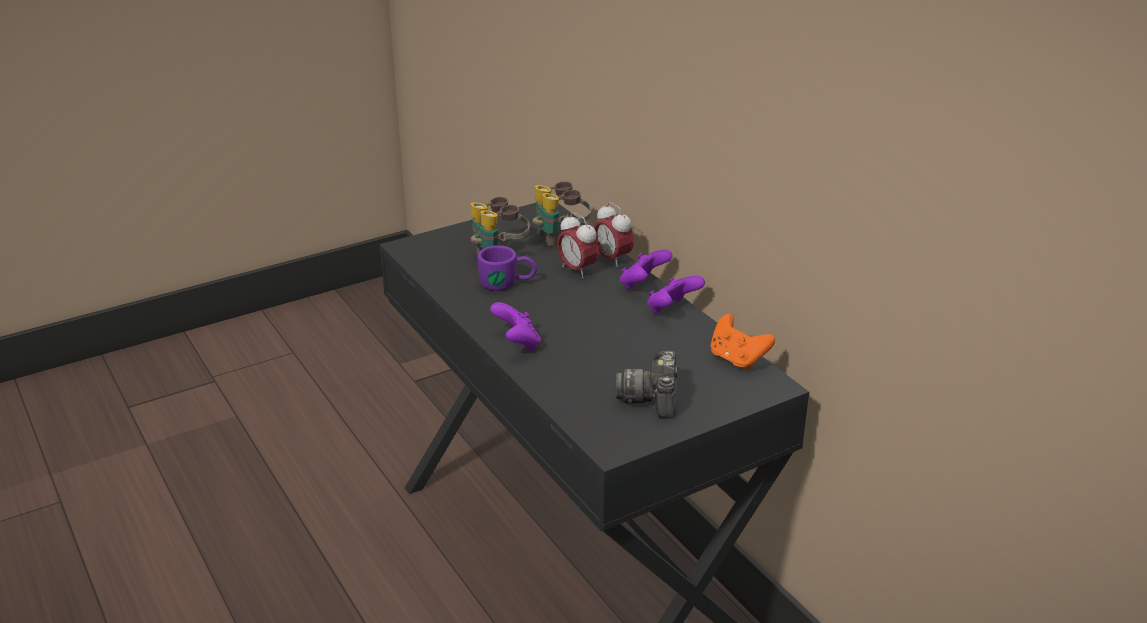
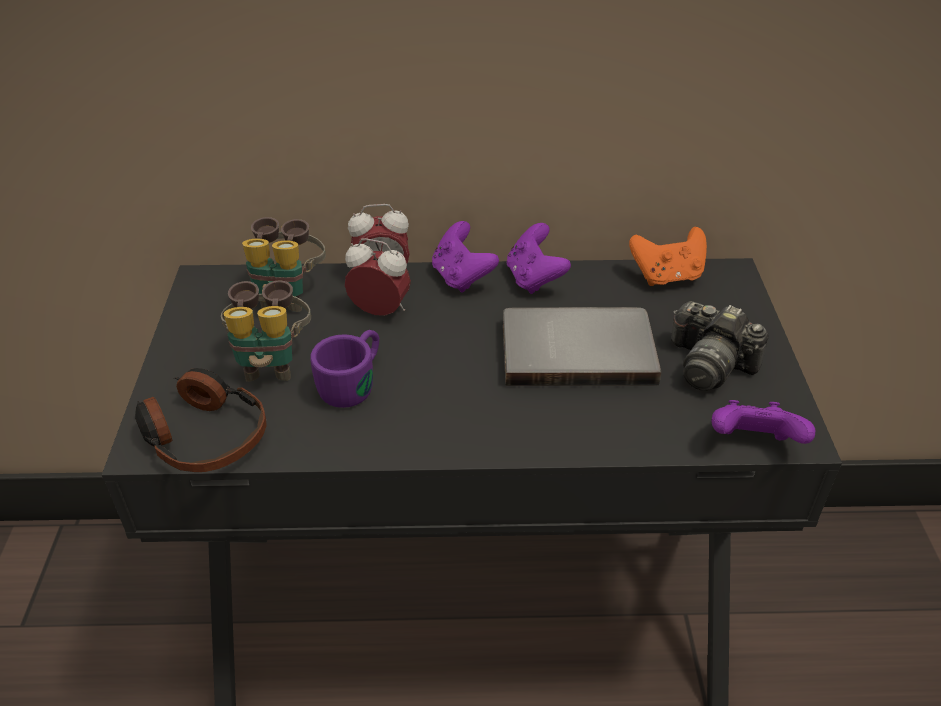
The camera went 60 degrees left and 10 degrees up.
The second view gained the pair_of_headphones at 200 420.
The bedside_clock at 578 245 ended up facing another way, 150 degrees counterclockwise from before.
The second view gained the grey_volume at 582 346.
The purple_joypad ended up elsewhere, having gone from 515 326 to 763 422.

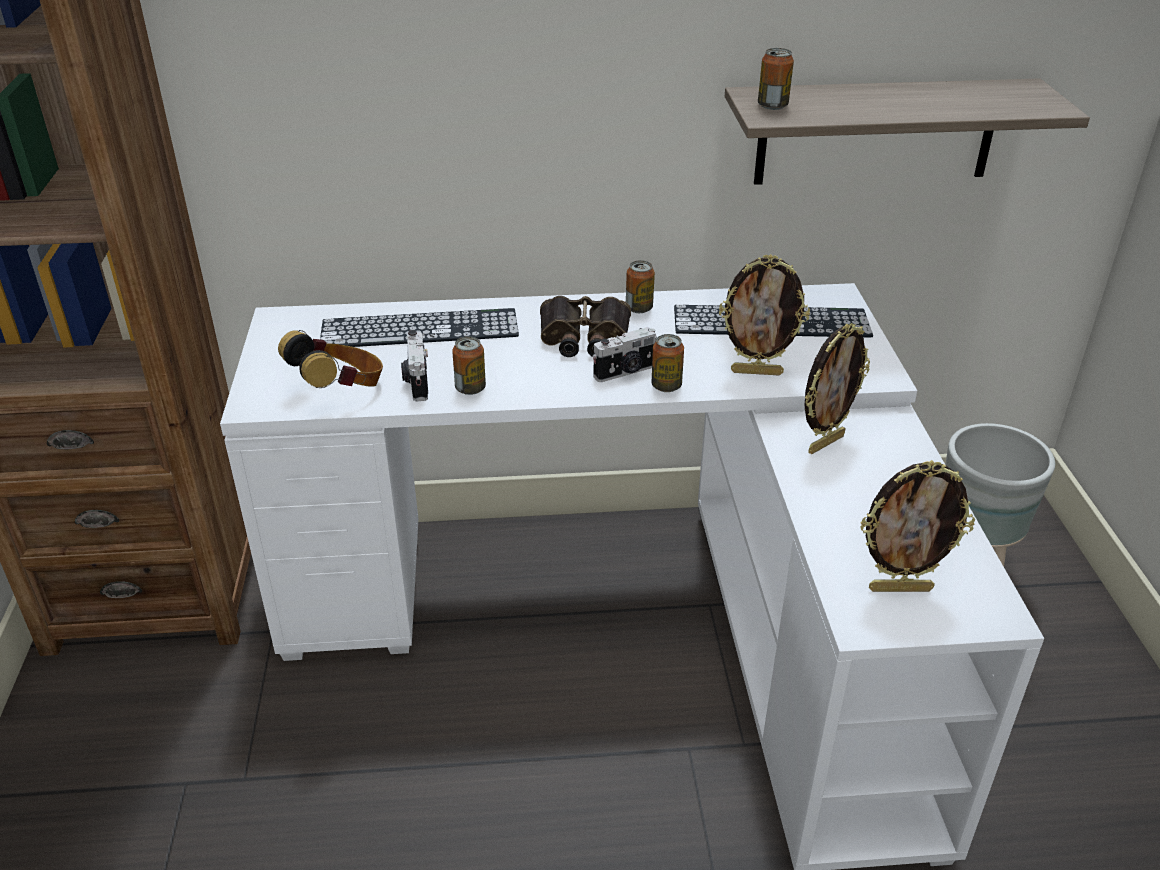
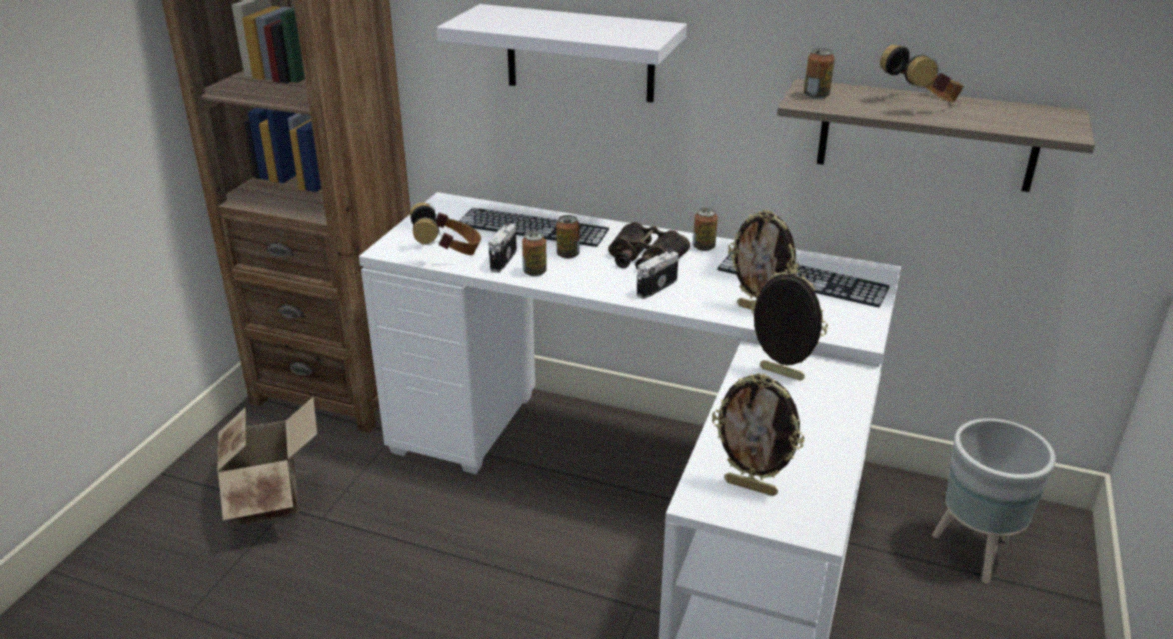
The camera went 25 degrees right and 5 degrees down.
The second view gained the cardboard_box at 267 461.
The second view gained the white_bracket_shelf at 562 53.
The metal_can ended up elsewhere, having gone from 668 363 to 568 237.
The photo_camera at 625 354 ended up facing another way, 135 degrees clockwise from before.
The standing_frame at 837 388 ended up facing another way, 135 degrees counterclockwise from before.
The second view gained the pair_of_headphones at 922 73.

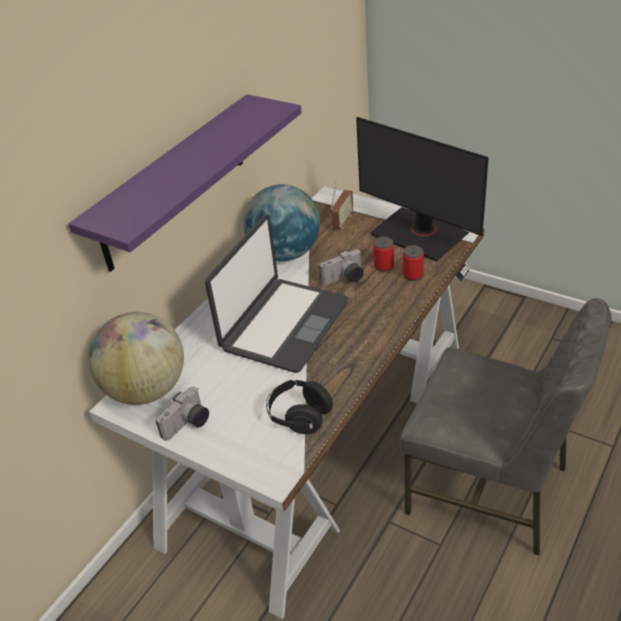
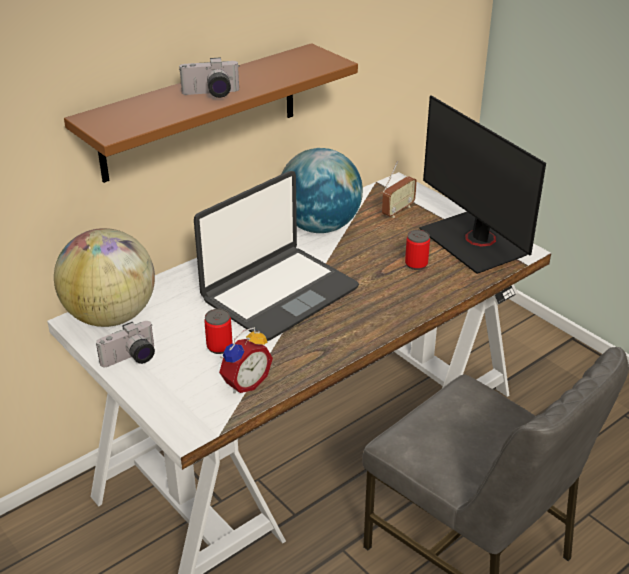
The camera went 15 degrees right and 5 degrees down.
What was the purple_bracket_shelf at 185 183 turned into the brown-coloured_bracket_shelf at 211 113.
The photo_camera ended up elsewhere, having gone from 341 267 to 209 77.
The metal_can ended up elsewhere, having gone from 413 263 to 218 331.
Where the blackish_pair_of_headphones stood at 300 407, the bedside_clock came to stand at 246 360.

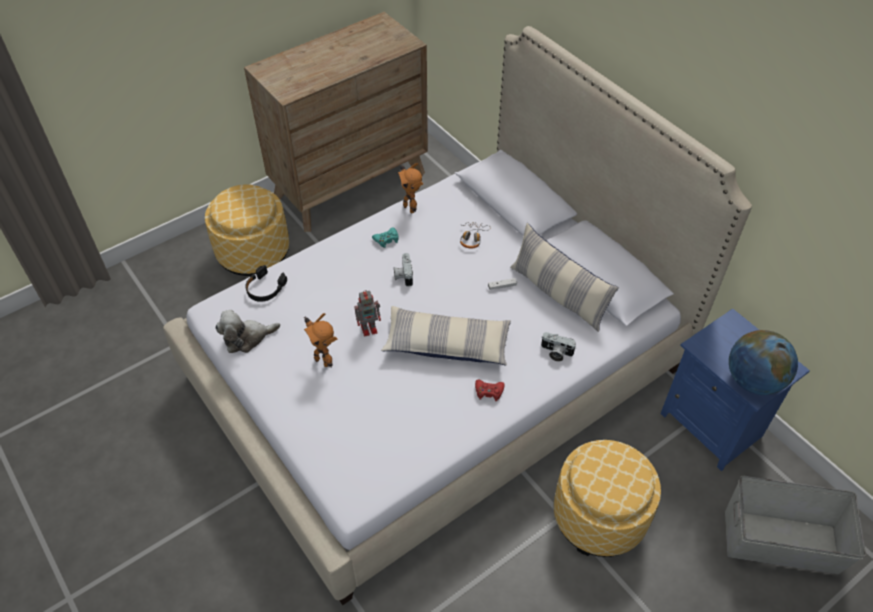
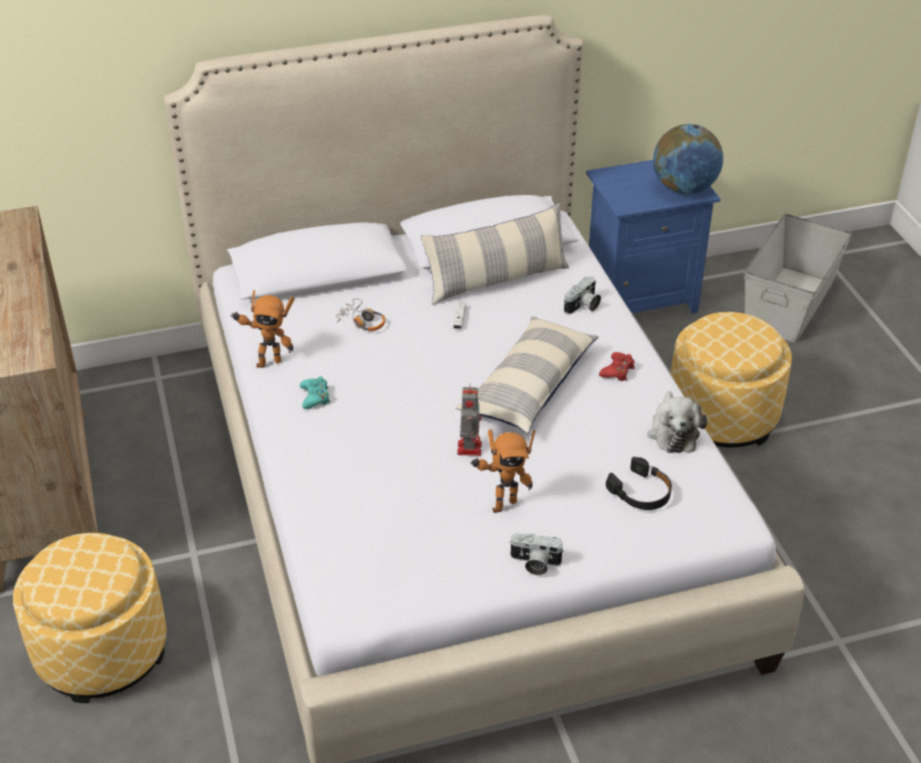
The camera went 70 degrees left and 10 degrees down.
The photo_camera ended up elsewhere, having gone from 403 270 to 536 554.
The blackish_pair_of_headphones ended up elsewhere, having gone from 266 283 to 639 483.
The cuddly_toy ended up elsewhere, having gone from 247 331 to 677 422.

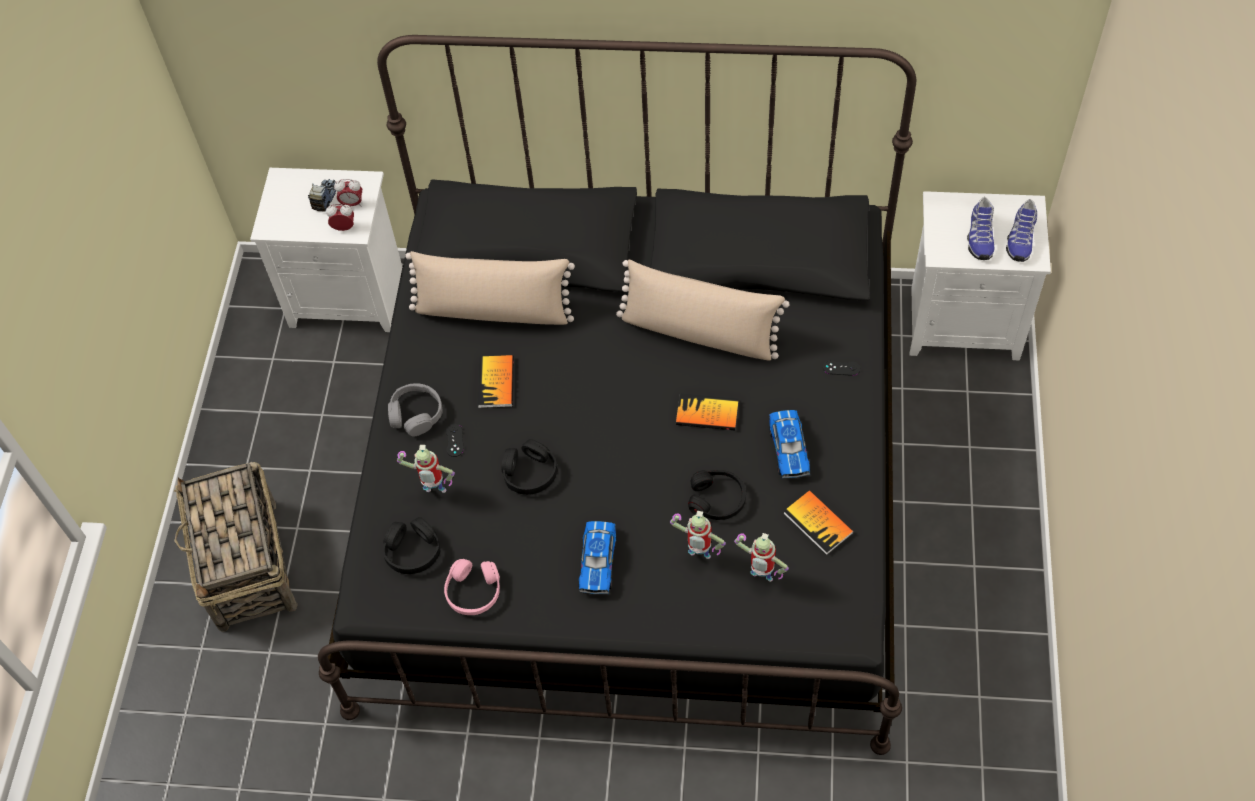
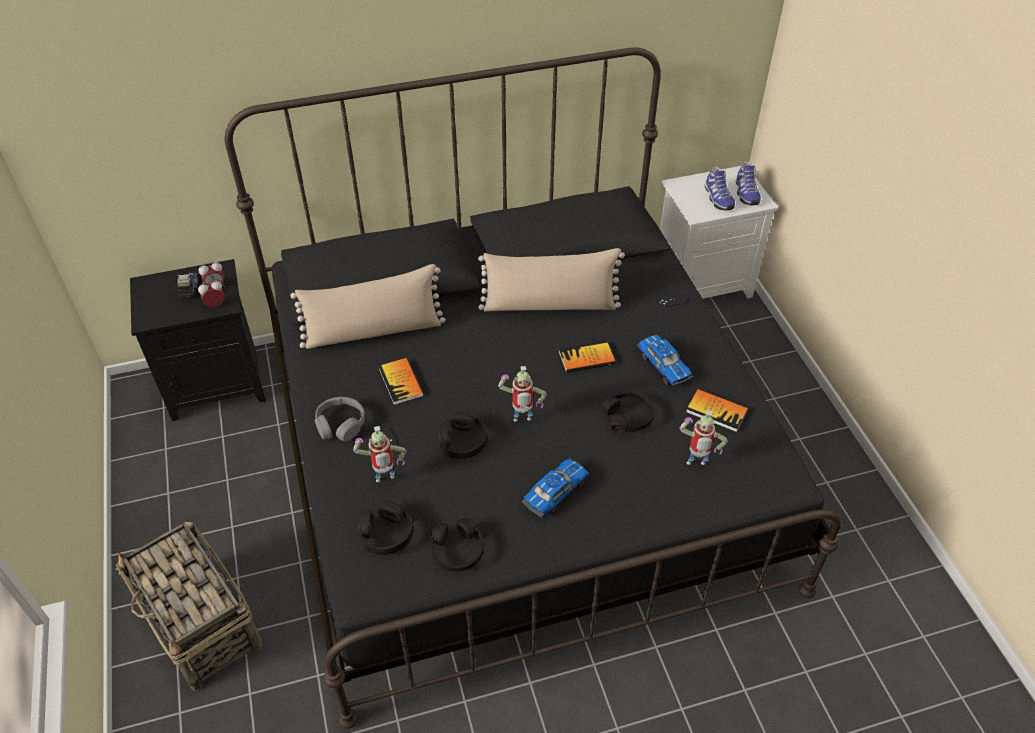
The camera went 25 degrees left and 10 degrees down.
What was the white_bedside_table at 326 250 turned into the blackish_bedside_table at 198 340.
What was the pink_pair_of_headphones at 472 587 turned into the blackish_pair_of_headphones at 457 545.
The robot_figure ended up elsewhere, having gone from 698 535 to 522 394.
The miniature_car at 597 558 ended up facing another way, 120 degrees counterclockwise from before.

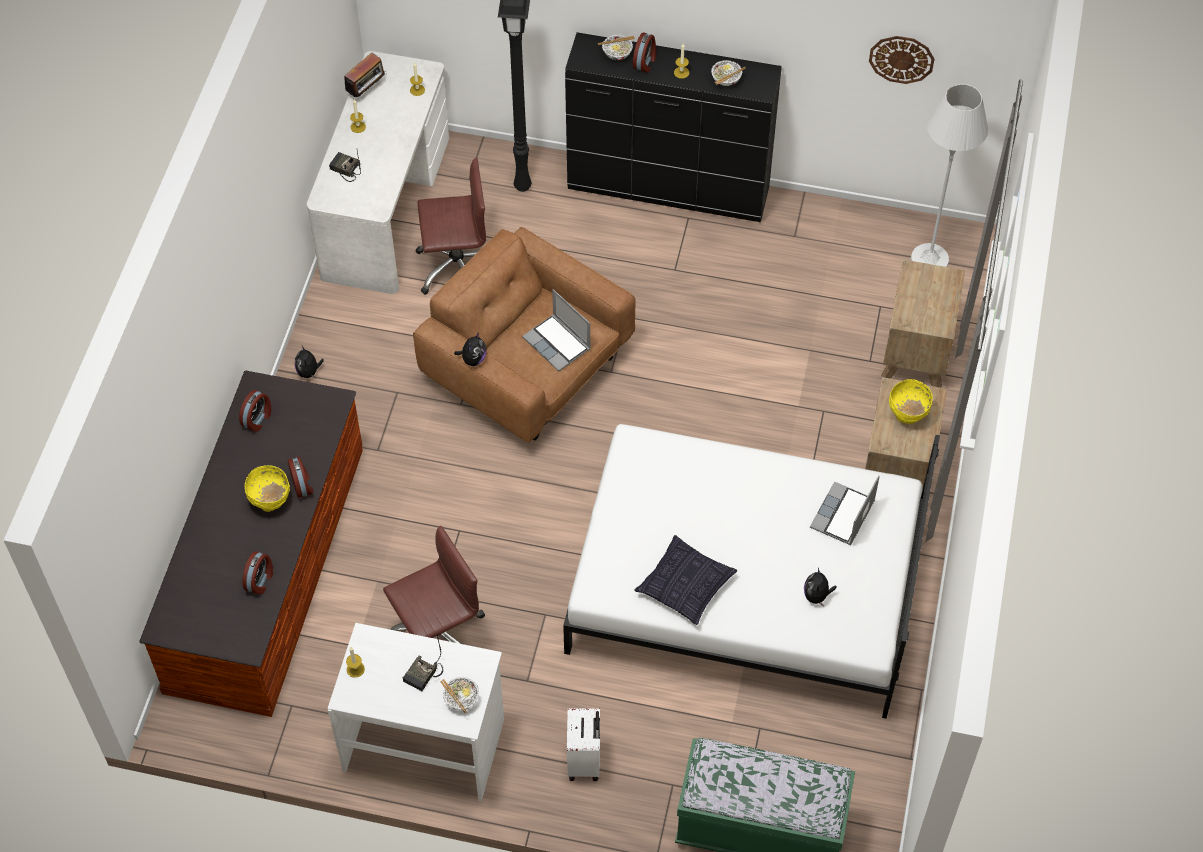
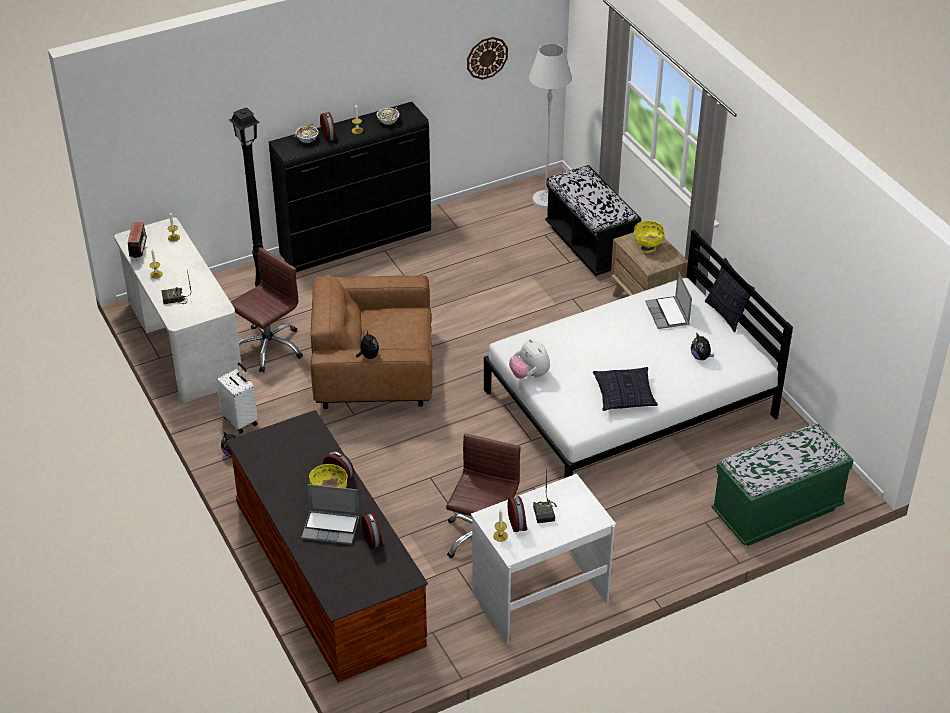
The camera went 40 degrees left and 15 degrees down.
The white_travel_case ended up elsewhere, having gone from 583 744 to 237 398.
The notebook_computer ended up elsewhere, having gone from 556 330 to 330 514.
The bedside_clock ended up elsewhere, having gone from 255 411 to 517 514.
The second view gained the cuddly_toy at 529 359.
Where the brown-coloured_bedside_table stood at 923 323, the blackish_bench came to stand at 593 220.
The second view gained the cushion at 730 295.
The second view lost the serving_bowl at 459 695.

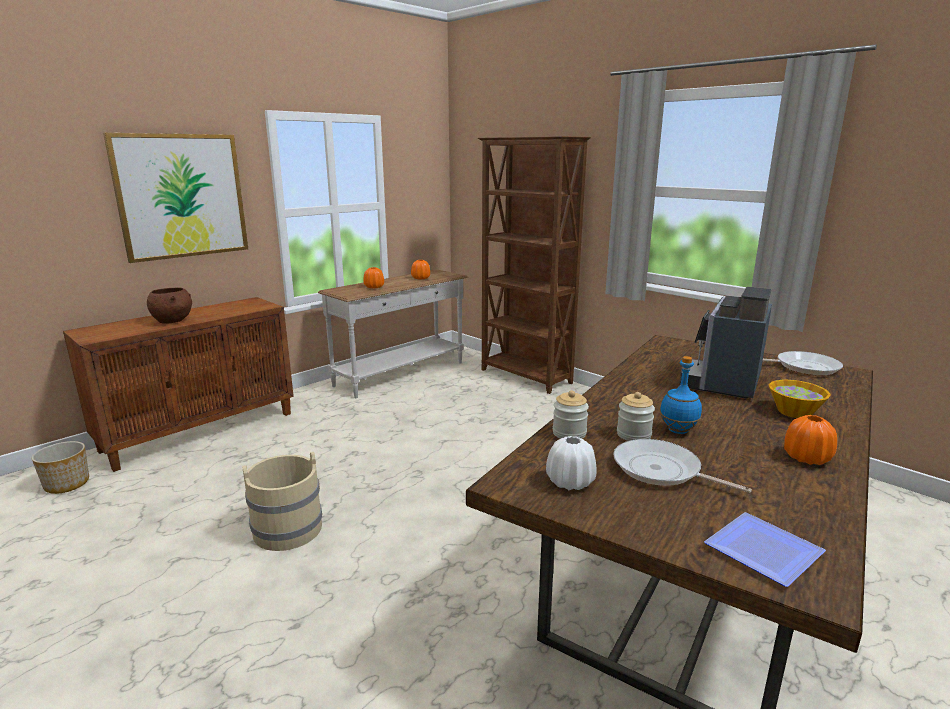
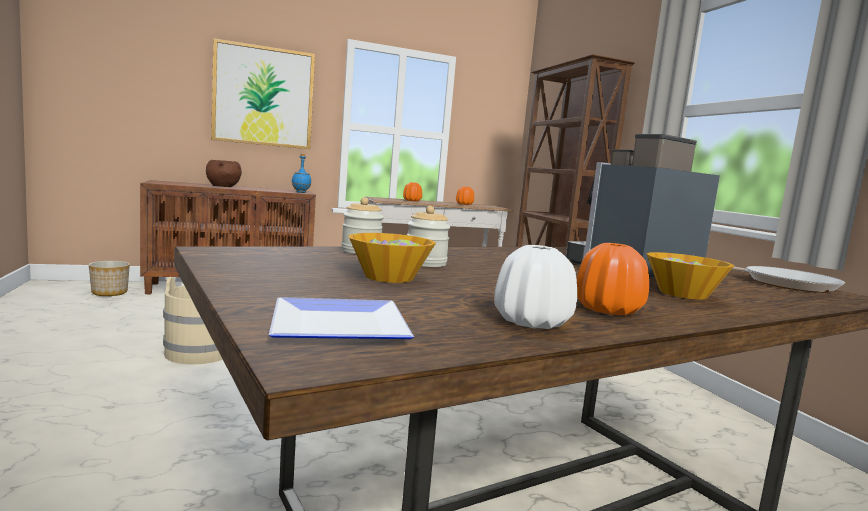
The camera went 25 degrees right and 10 degrees down.
The bluish_drink_bottle ended up elsewhere, having gone from 681 395 to 301 173.
Where the pan stood at 683 466, the serving_bowl came to stand at 392 258.
The white_flower_vase ended up elsewhere, having gone from 571 463 to 535 287.

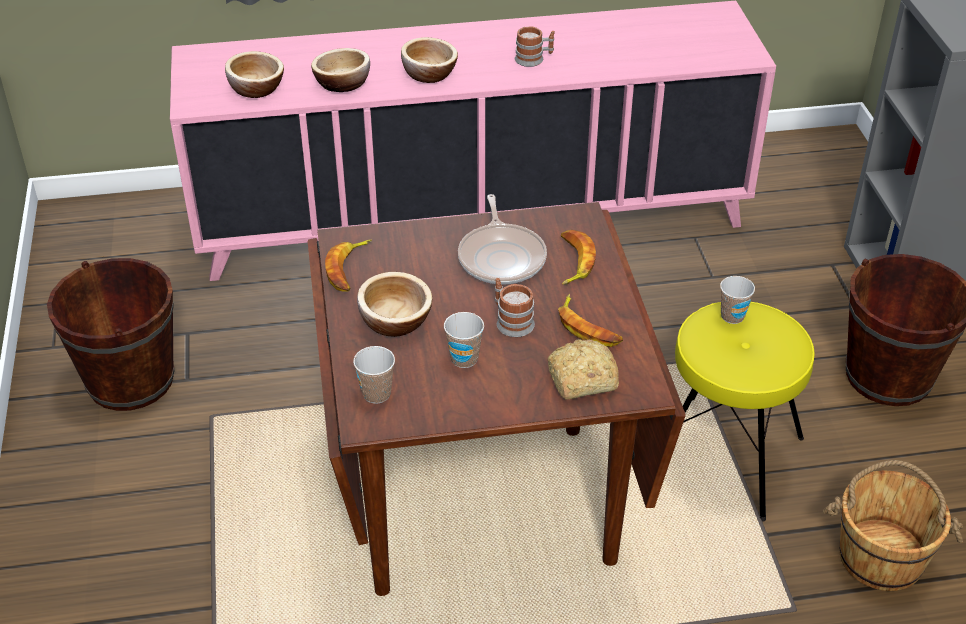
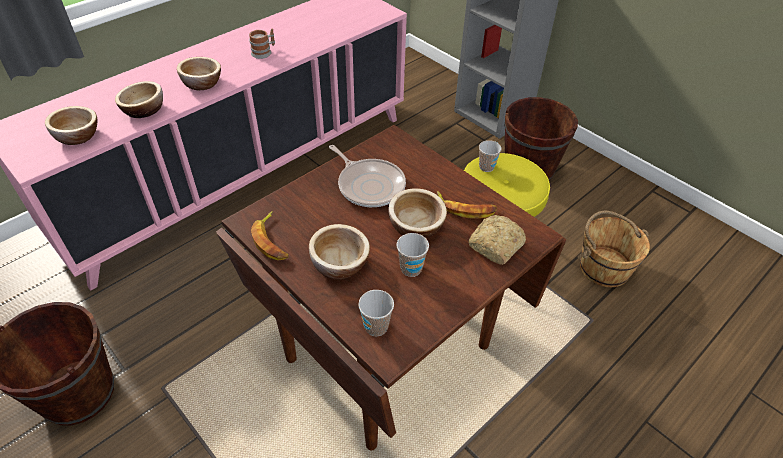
The camera went 35 degrees left and 5 degrees up.
Where the mug stood at 515 307, the serving_bowl came to stand at 417 213.
The second view lost the banana_fruit at 578 257.

